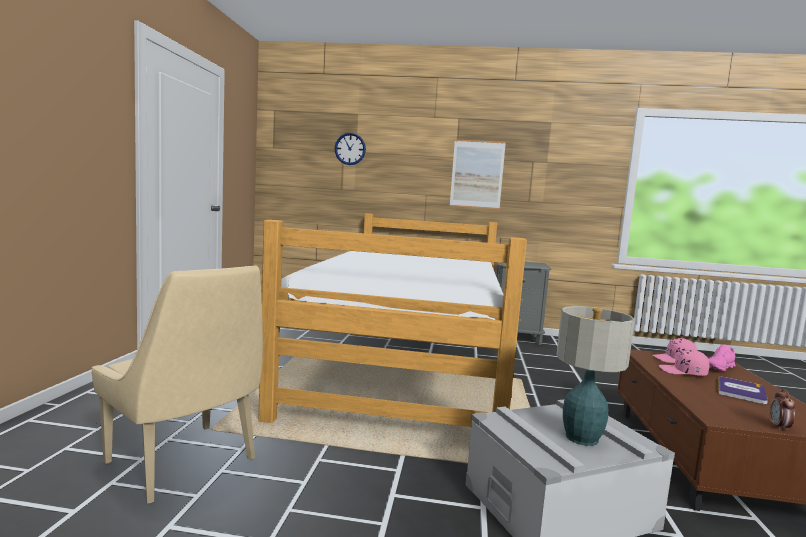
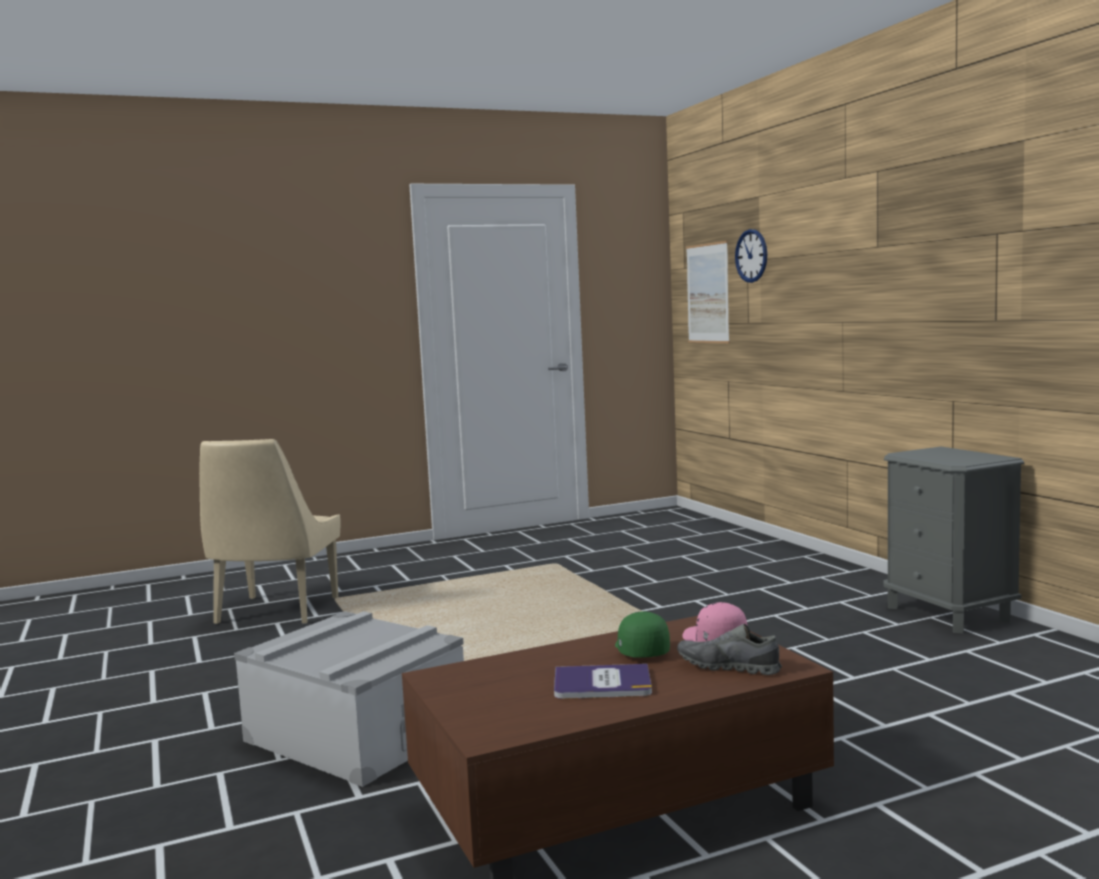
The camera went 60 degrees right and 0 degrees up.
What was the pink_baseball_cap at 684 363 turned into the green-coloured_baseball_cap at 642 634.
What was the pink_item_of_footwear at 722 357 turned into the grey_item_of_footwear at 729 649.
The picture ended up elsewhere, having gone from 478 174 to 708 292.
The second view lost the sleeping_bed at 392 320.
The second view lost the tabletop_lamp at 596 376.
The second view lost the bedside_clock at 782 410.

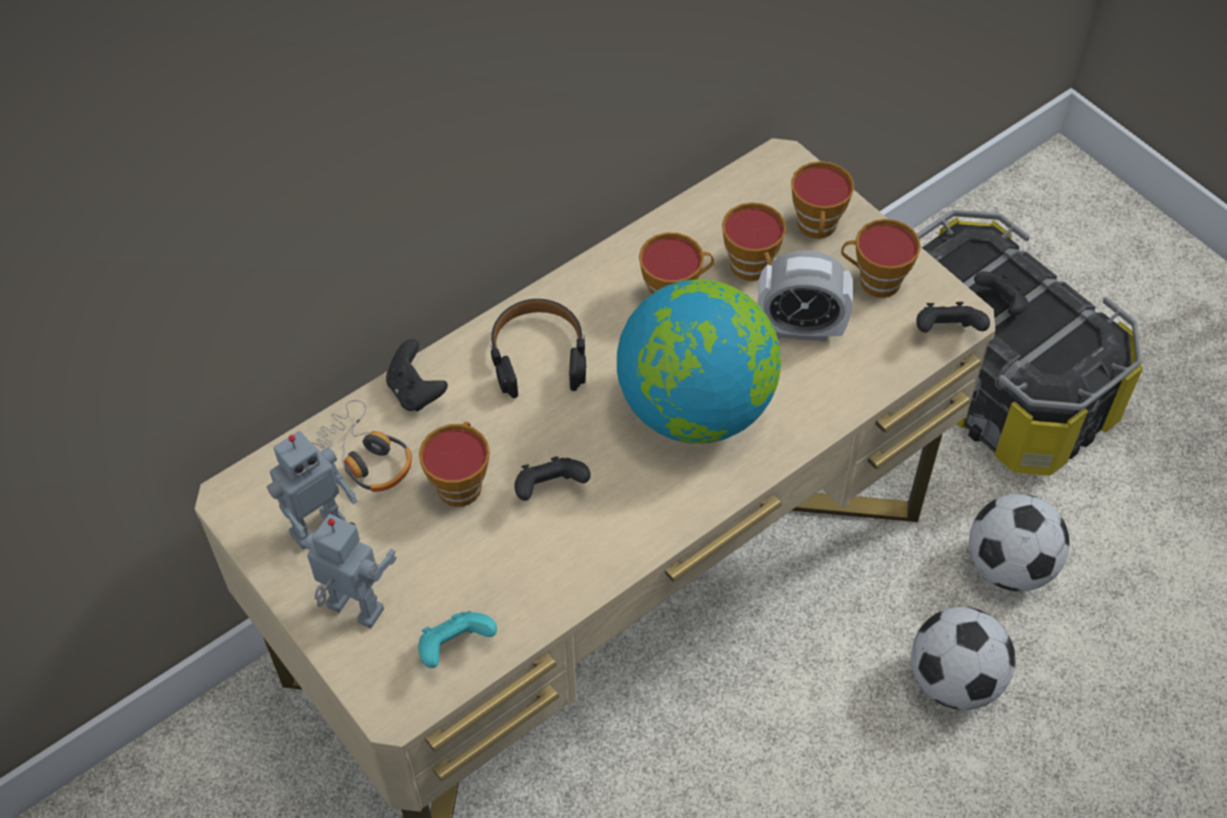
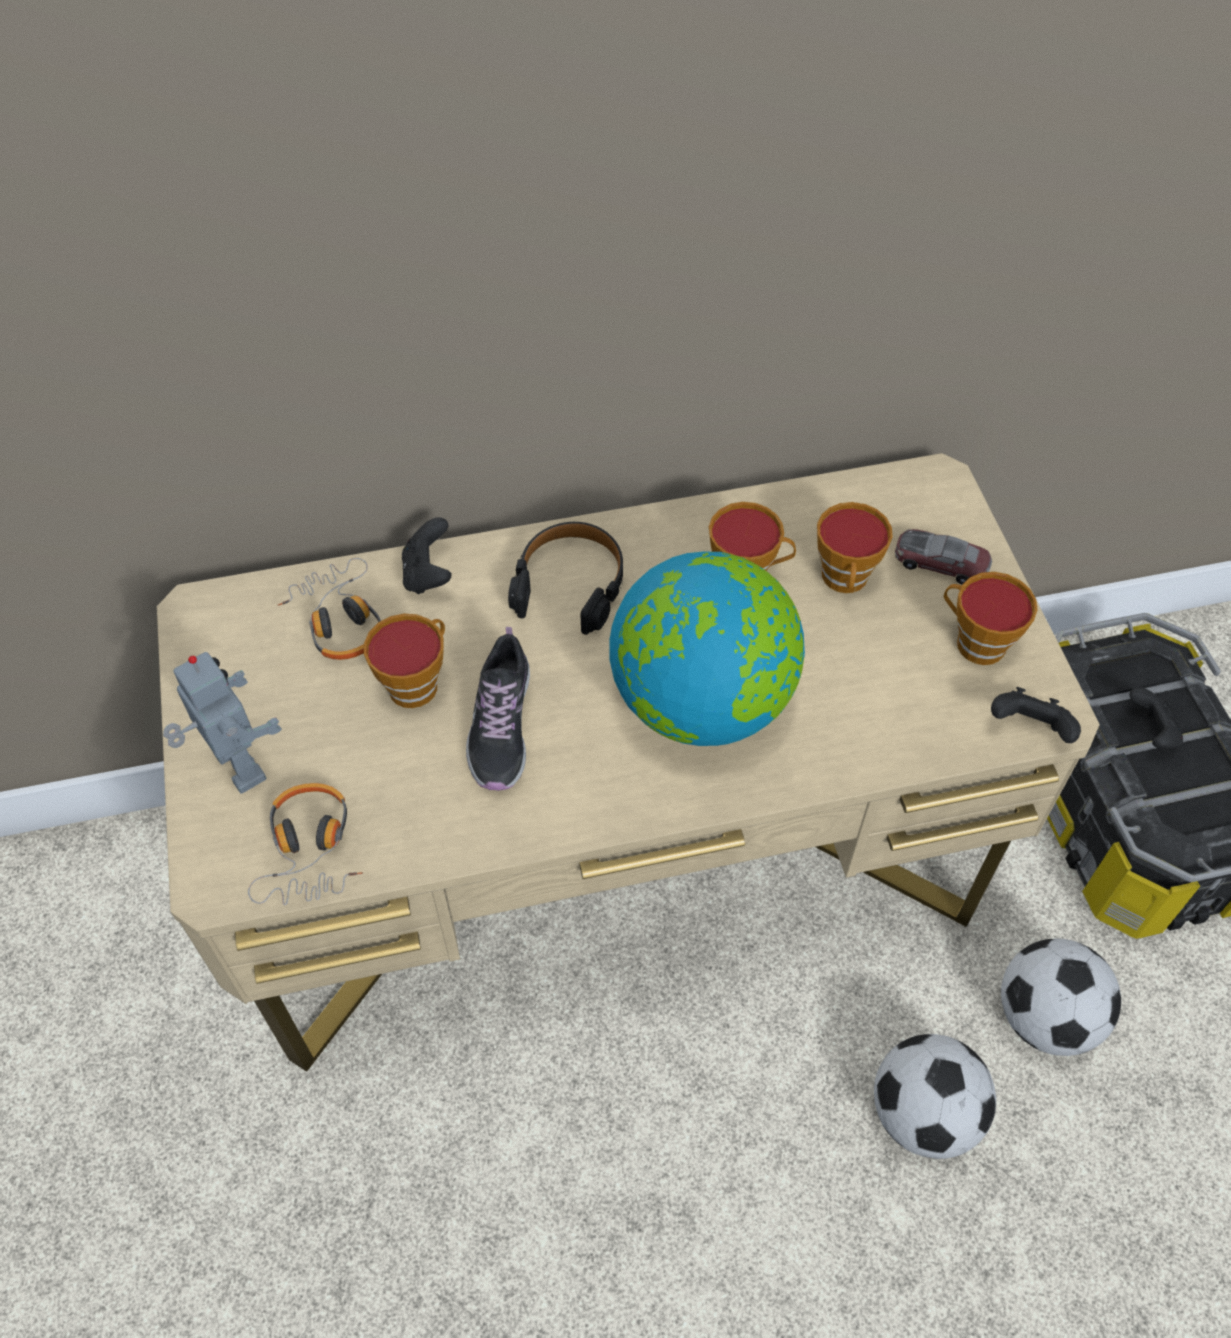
The camera went 25 degrees right and 0 degrees up.
Where the turquoise-coloured_joypad stood at 457 639, the pair_of_headphones came to stand at 305 844.
Where the blackish_joypad stood at 552 478, the item_of_footwear came to stand at 498 709.
Where the drinking_cup stood at 822 200, the miniature_car came to stand at 943 556.
The second view lost the robot_figure at 312 490.
The second view lost the bedside_clock at 805 296.

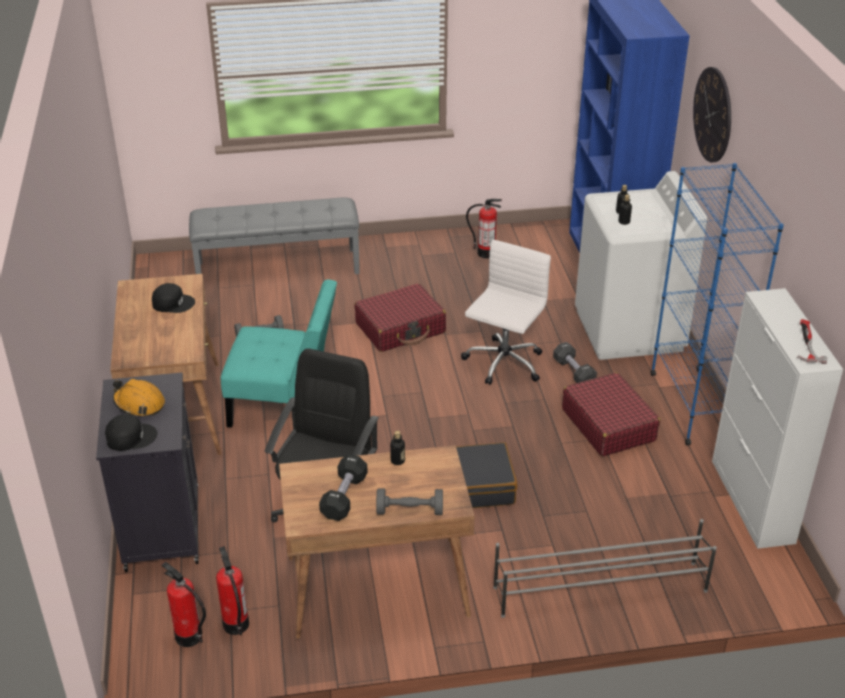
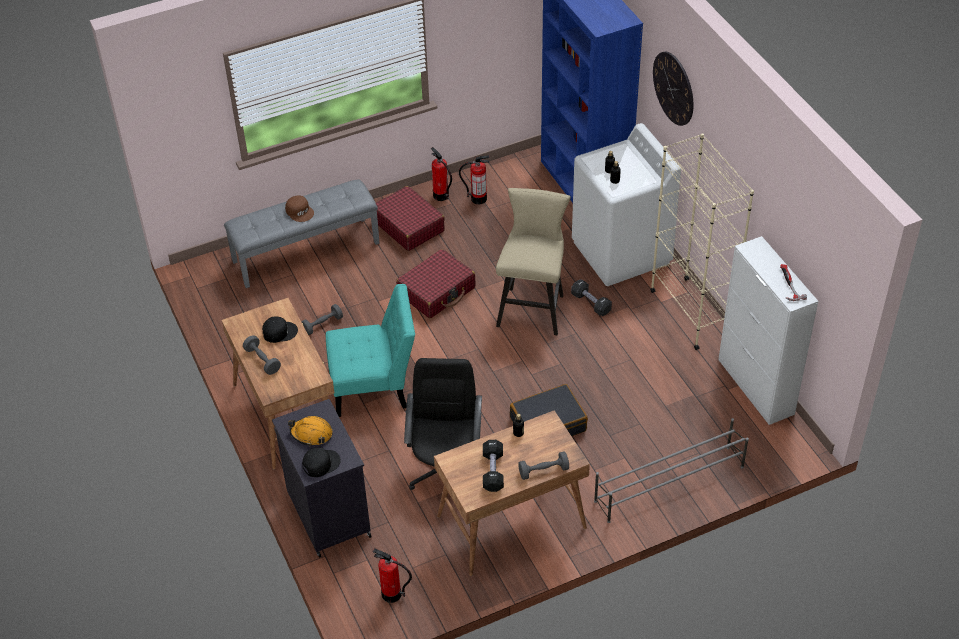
The camera went 15 degrees left and 10 degrees up.
The second view gained the grey_hand_weight at 262 355.
The second view gained the brown-coloured_baseball_cap at 299 208.
The red-coloured_travel_case ended up elsewhere, having gone from 611 414 to 410 218.
The fire_extinguisher ended up elsewhere, having gone from 232 590 to 441 174.
Where the white_office_chair stood at 506 312, the beige_stool_seat came to stand at 533 261.
What was the bluish_shelving_unit at 717 304 turned into the beige_shelving_unit at 702 241.

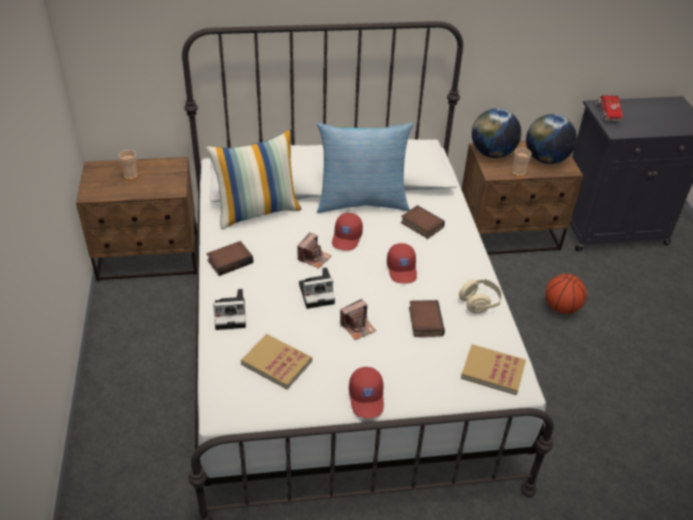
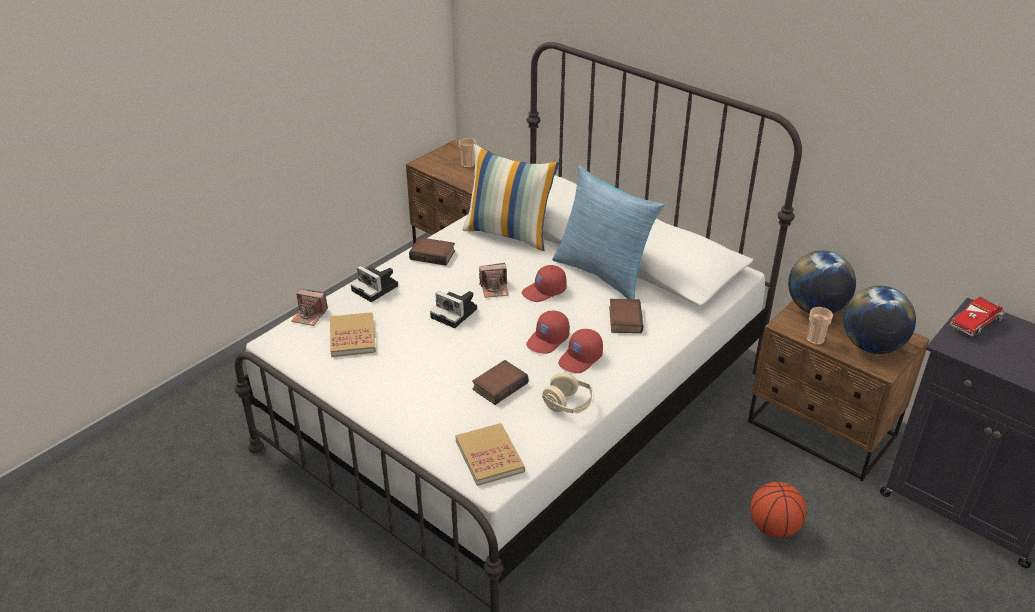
The camera went 50 degrees right and 5 degrees down.
The photo_camera ended up elsewhere, having gone from 358 319 to 309 307.
The red-coloured_baseball_cap ended up elsewhere, having gone from 366 393 to 580 351.

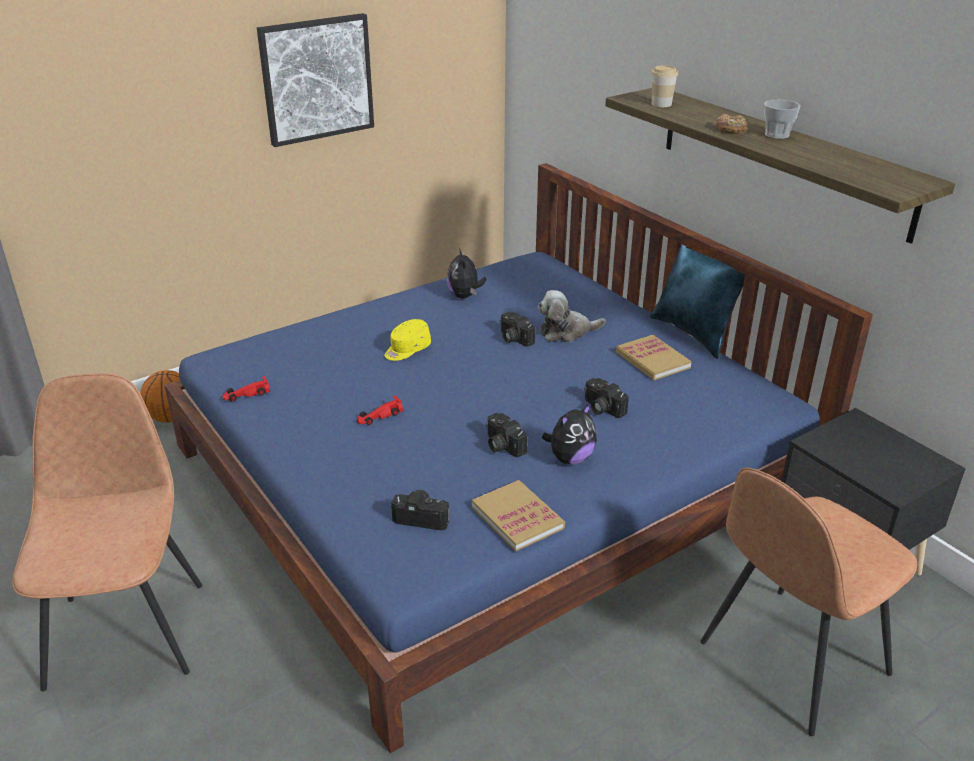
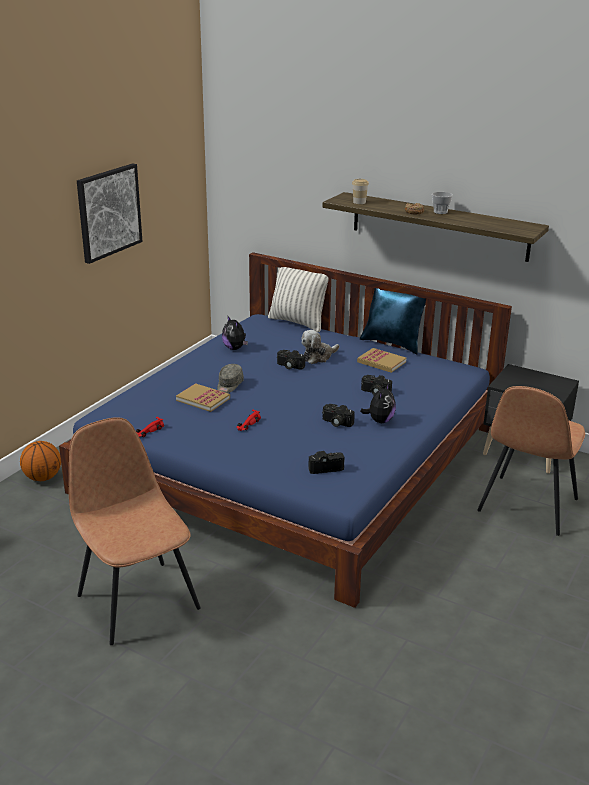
The camera went 25 degrees left and 5 degrees down.
The volume ended up elsewhere, having gone from 518 515 to 203 397.
What was the yellow_baseball_cap at 407 340 turned into the grey_baseball_cap at 230 378.
The second view gained the cushion at 298 299.

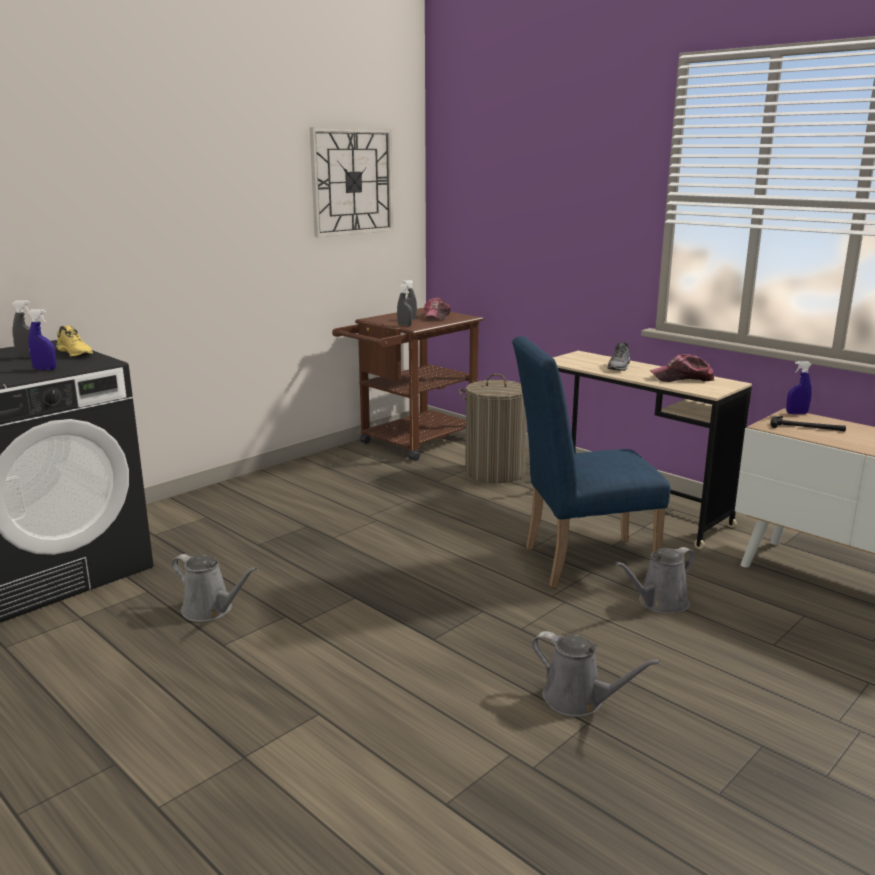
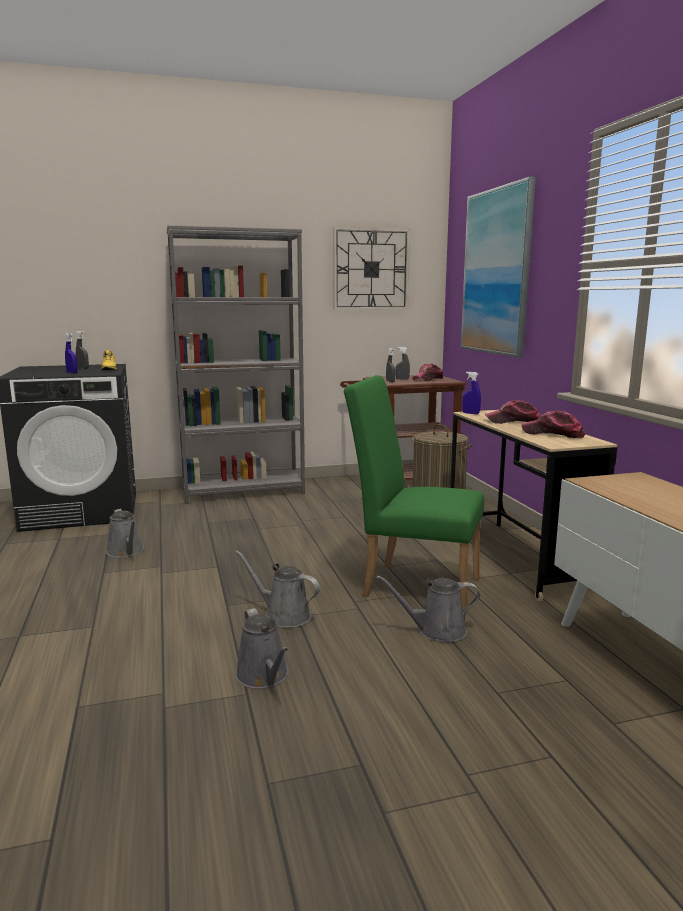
The camera went 30 degrees right and 5 degrees down.
The second view gained the grey_shelving_unit at 236 364.
The second view gained the grey_sprinkling_can at 277 589.
What was the bluish_plain_chair at 591 462 turned into the green-coloured_plain_chair at 414 494.
The second view gained the picture at 498 267.
The bluish_hand_sprayer ended up elsewhere, having gone from 799 387 to 471 393.
Where the grey_item_of_footwear stood at 618 357, the baseball_cap came to stand at 513 412.
The second view lost the hand_hammer at 808 423.

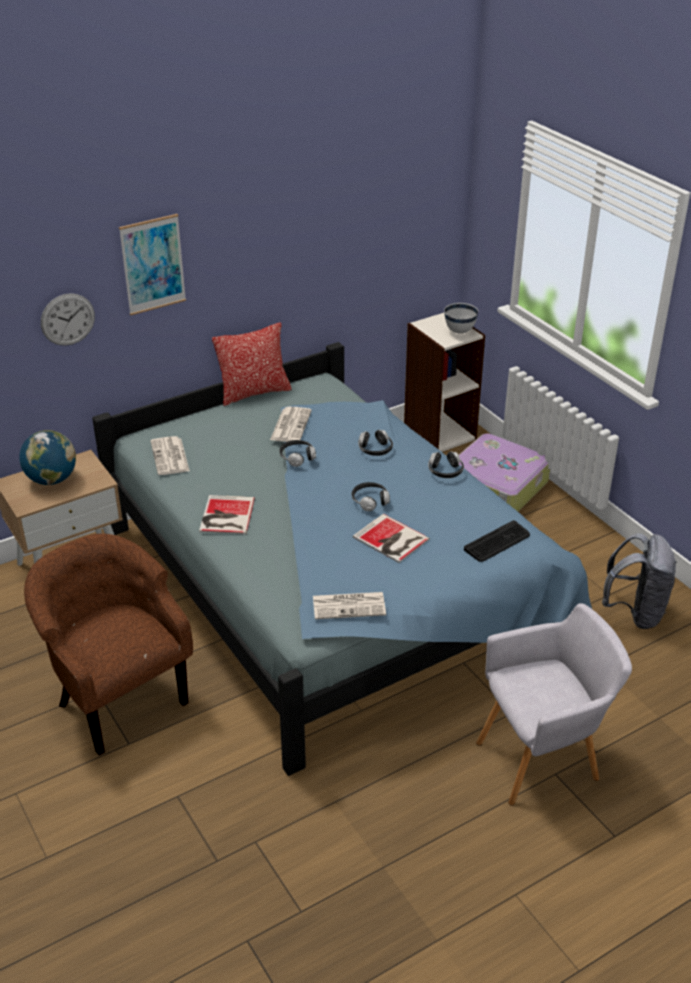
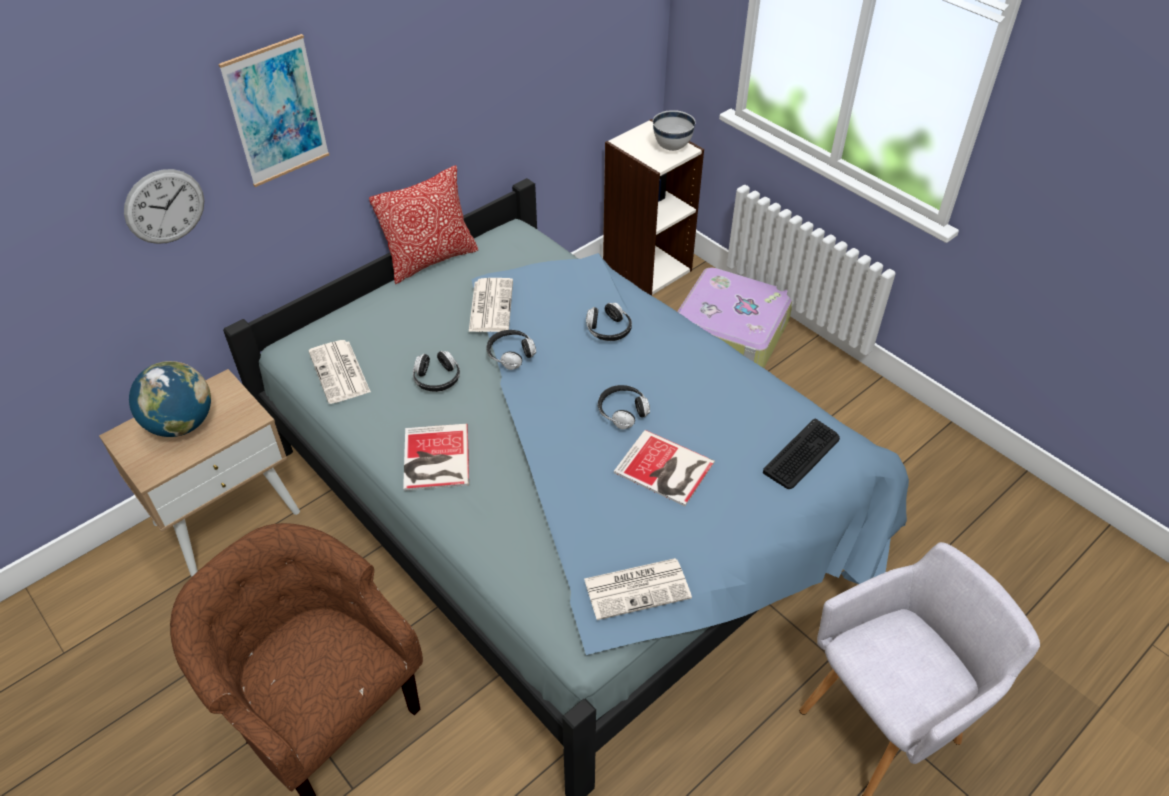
The camera went 10 degrees left and 10 degrees up.
The pair_of_headphones ended up elsewhere, having gone from 446 464 to 436 371.
The second view lost the grey_rucksack at 639 581.

